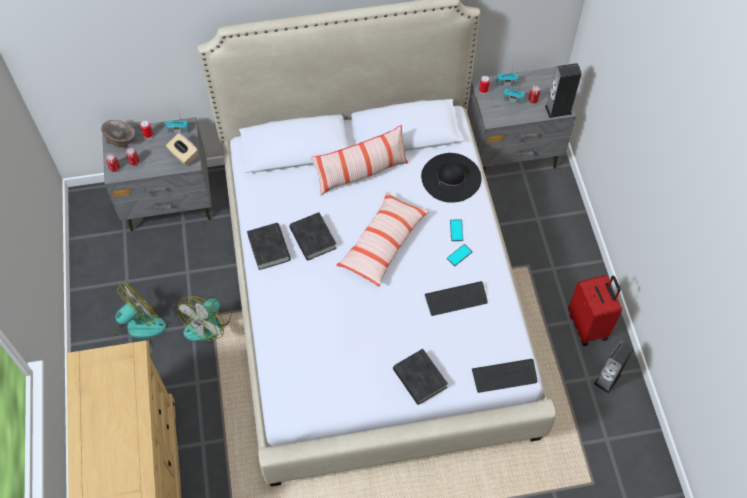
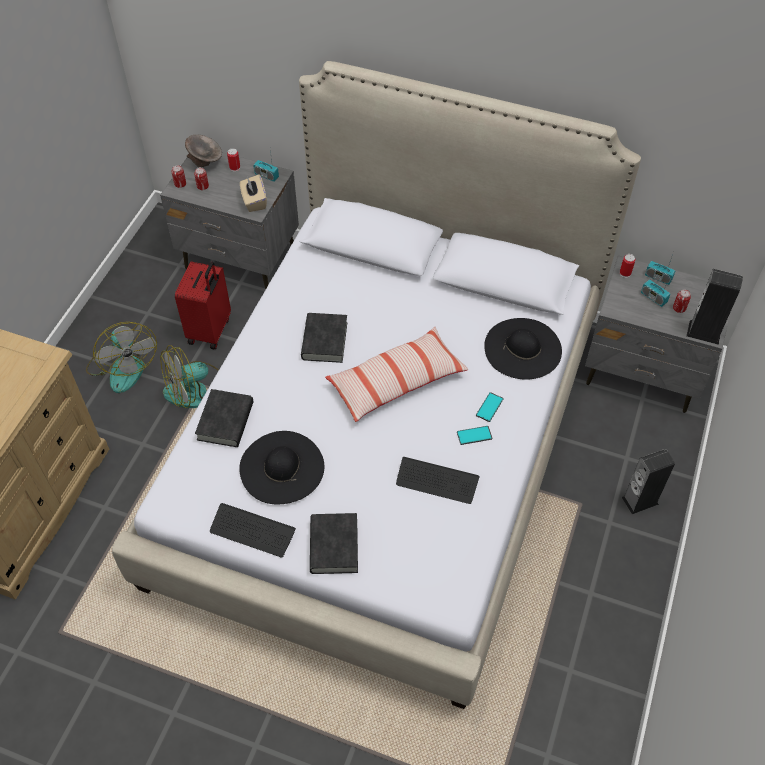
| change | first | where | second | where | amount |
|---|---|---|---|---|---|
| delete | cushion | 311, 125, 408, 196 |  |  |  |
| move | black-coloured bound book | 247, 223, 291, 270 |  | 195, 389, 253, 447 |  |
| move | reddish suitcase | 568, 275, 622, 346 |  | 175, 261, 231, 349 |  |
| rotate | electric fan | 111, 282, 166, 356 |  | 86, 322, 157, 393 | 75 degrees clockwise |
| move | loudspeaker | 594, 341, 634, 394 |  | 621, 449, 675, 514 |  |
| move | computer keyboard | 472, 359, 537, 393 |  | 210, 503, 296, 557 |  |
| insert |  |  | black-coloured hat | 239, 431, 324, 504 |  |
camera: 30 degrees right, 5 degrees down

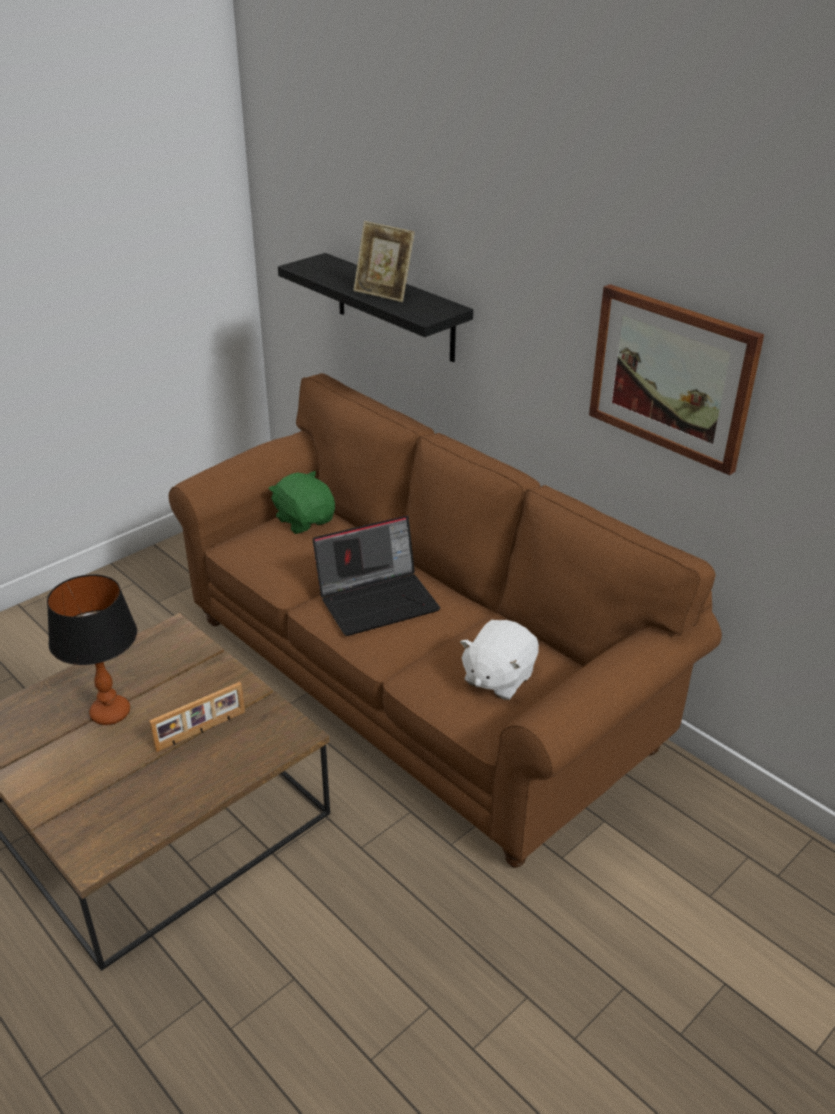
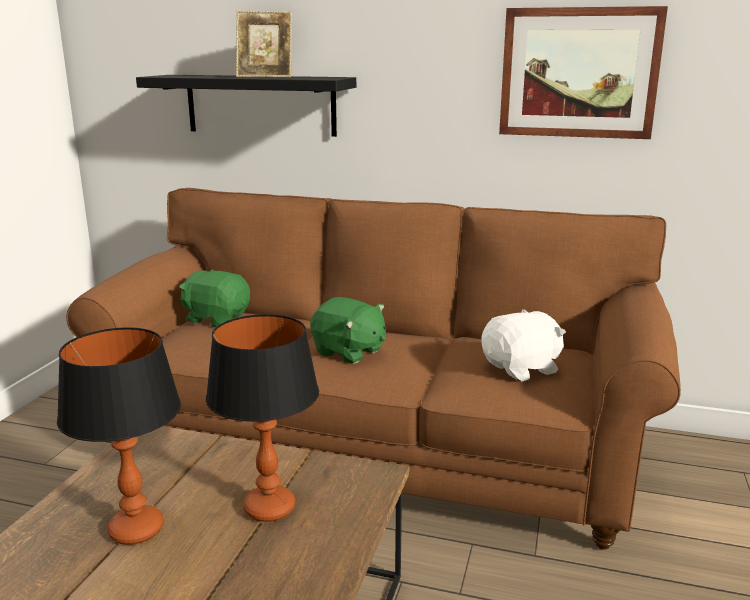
| change | first | where | second | where | amount |
|---|---|---|---|---|---|
| replace | laptop | 312, 515, 440, 636 | green-coloured cuddly toy | 310, 297, 386, 364 |  |
| rotate | white-coloured cuddly toy | 460, 620, 539, 700 |  | 482, 309, 566, 382 | 120 degrees counterclockwise |
| replace | standing frame | 149, 682, 245, 752 | tabletop lamp | 206, 314, 319, 522 |  |
camera: 30 degrees left, 15 degrees down

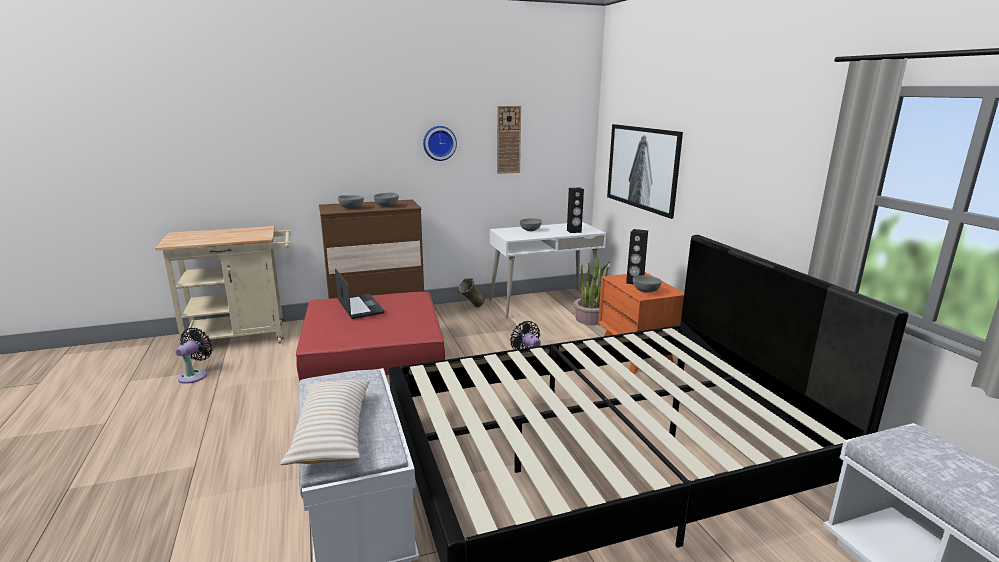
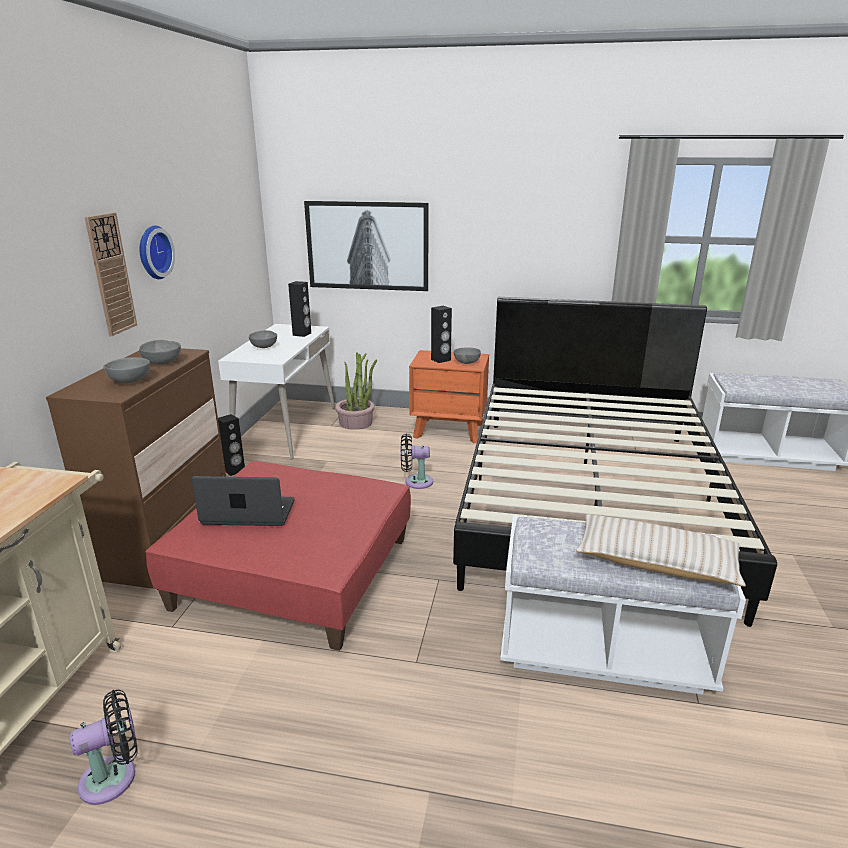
| change | first | where | second | where | amount |
|---|---|---|---|---|---|
| move | wall clock | 497, 106, 521, 174 |  | 85, 212, 137, 336 |  |
| replace | beige decorative vase | 457, 278, 485, 307 | black-coloured loudspeaker | 218, 414, 245, 476 |  |
| rotate | black-coloured electric fan | 175, 328, 213, 384 |  | 70, 690, 138, 805 | 105 degrees clockwise |
camera: 60 degrees left, 5 degrees up

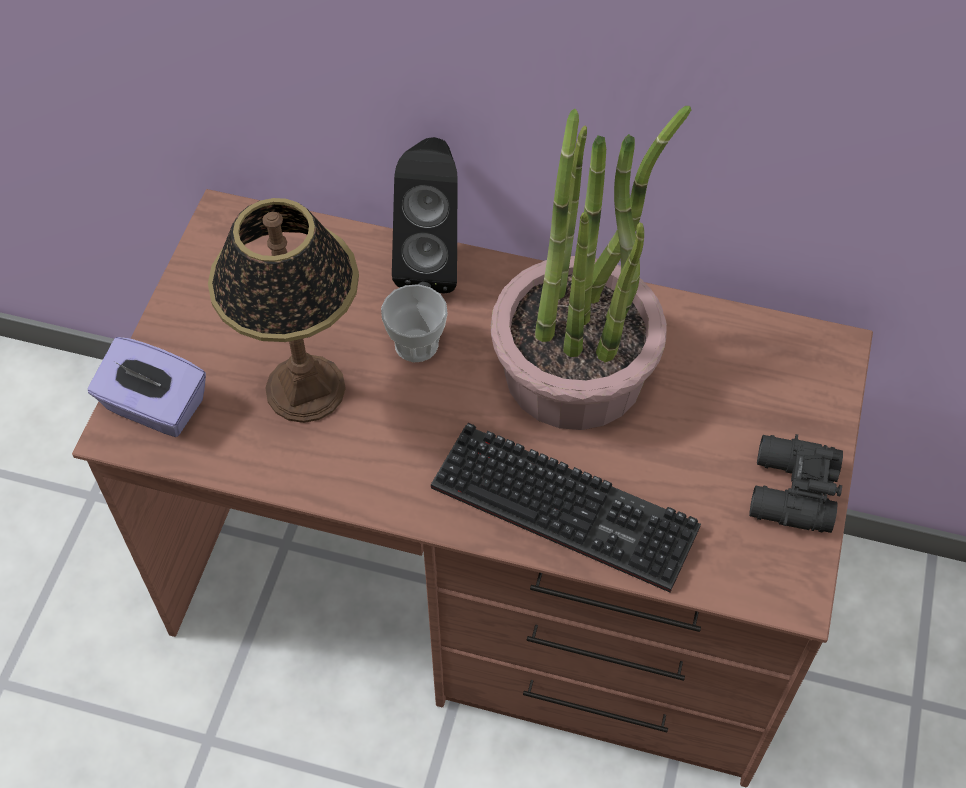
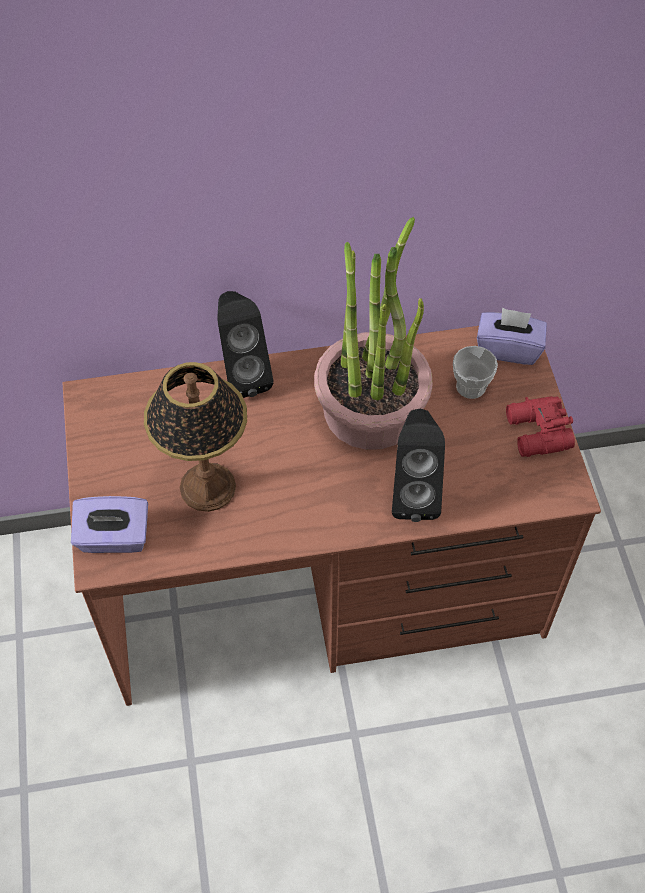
| change | first | where | second | where | amount |
|---|---|---|---|---|---|
| move | drinking cup | 381, 284, 448, 362 |  | 453, 346, 498, 399 |  |
| replace | computer keyboard | 431, 423, 701, 592 | black-coloured loudspeaker | 392, 409, 445, 522 |  |
| recolor | black-coloured binoculars | 749, 434, 843, 533 | reddish binoculars | 506, 396, 575, 457 |  |
| insert |  |  | purple tissue holder | 477, 308, 547, 365 |  |
camera: 25 degrees left, 0 degrees up

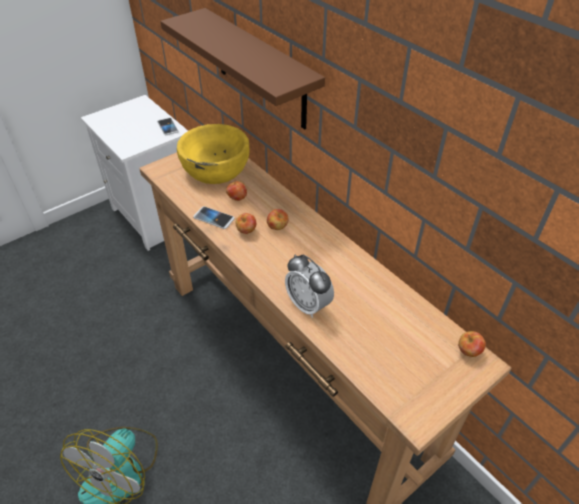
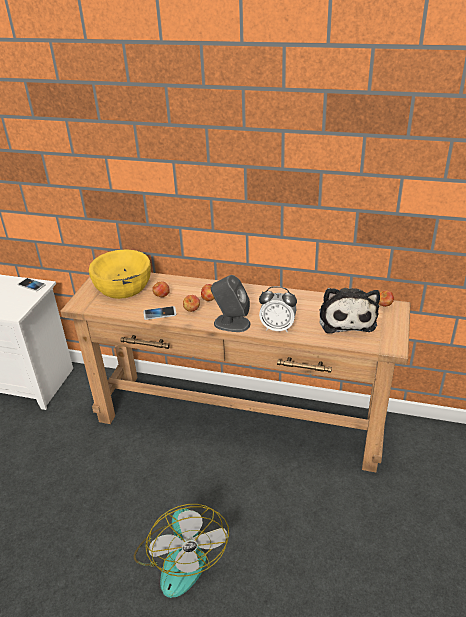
| change | first | where | second | where | amount |
|---|---|---|---|---|---|
| delete | brown-coloured bracket shelf | 160, 8, 325, 129 |  |  |  |
| insert |  |  | gray loudspeaker | 211, 275, 250, 332 |  |
| insert |  |  | cuddly toy | 319, 288, 380, 333 |  |
camera: 35 degrees left, 10 degrees down

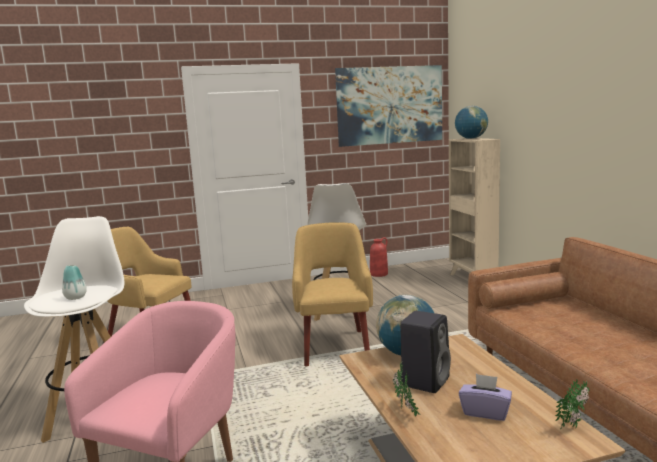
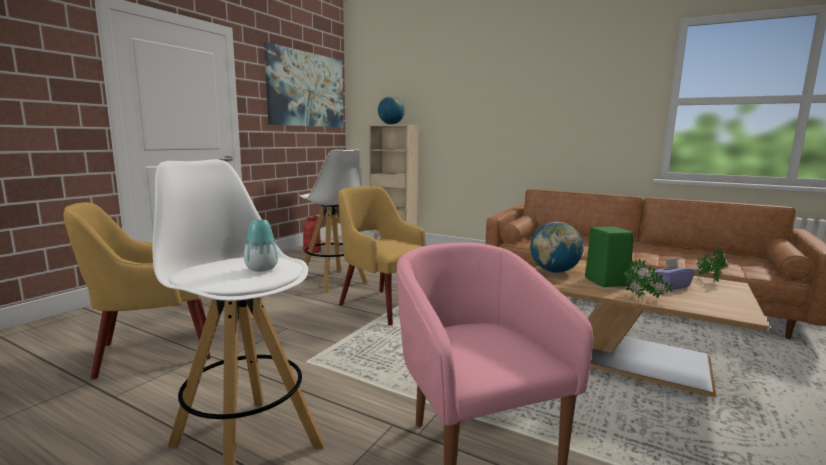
| change | first | where | second | where | amount |
|---|---|---|---|---|---|
| recolor | black-coloured loudspeaker | 400, 311, 451, 393 | green-coloured loudspeaker | 585, 226, 633, 287 |  |
camera: 45 degrees left, 0 degrees up

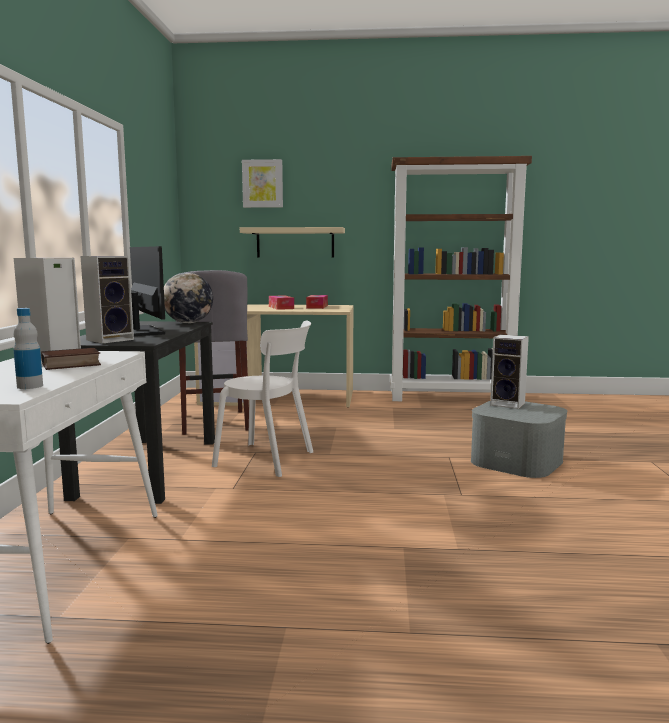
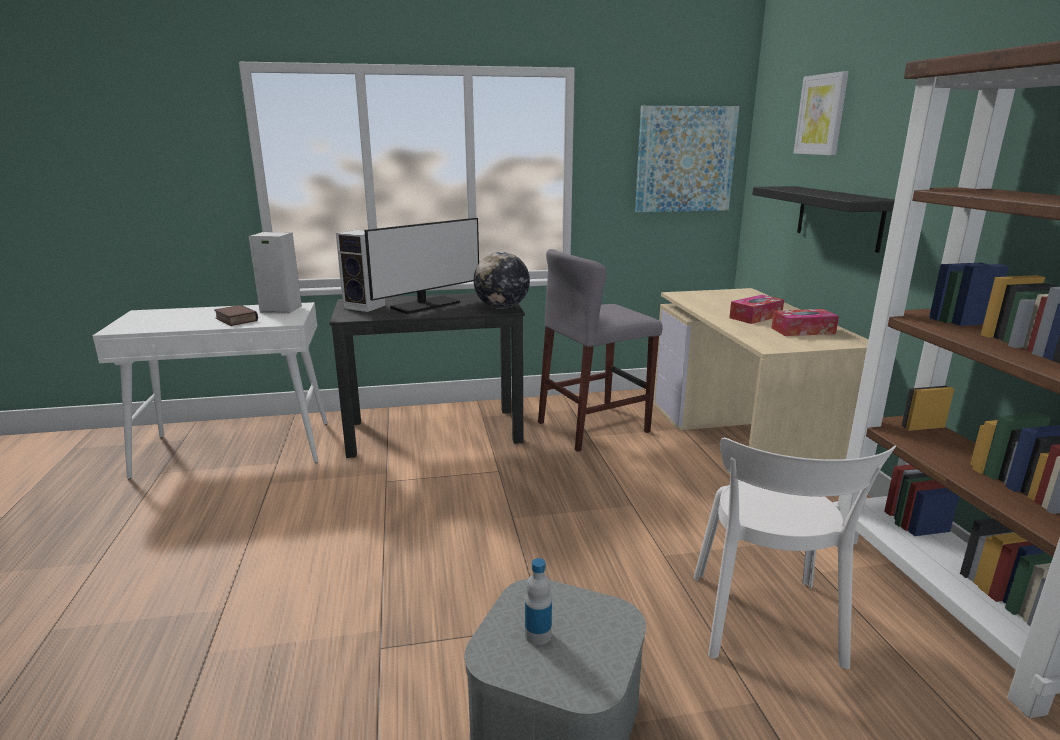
| change | first | where | second | where | amount |
|---|---|---|---|---|---|
| recolor | beige bracket shelf | 240, 227, 345, 258 | black-coloured bracket shelf | 752, 186, 895, 253 |  |
| move | beverage bottle | 13, 308, 43, 389 |  | 525, 558, 552, 645 |  |
| move | white-coloured upright chair | 212, 321, 313, 477 |  | 694, 438, 896, 669 |  |
| delete | loudspeaker | 490, 334, 529, 409 |  |  |  |
| insert |  |  | wall picture | 635, 106, 739, 212 |  |
camera: 75 degrees right, 10 degrees up

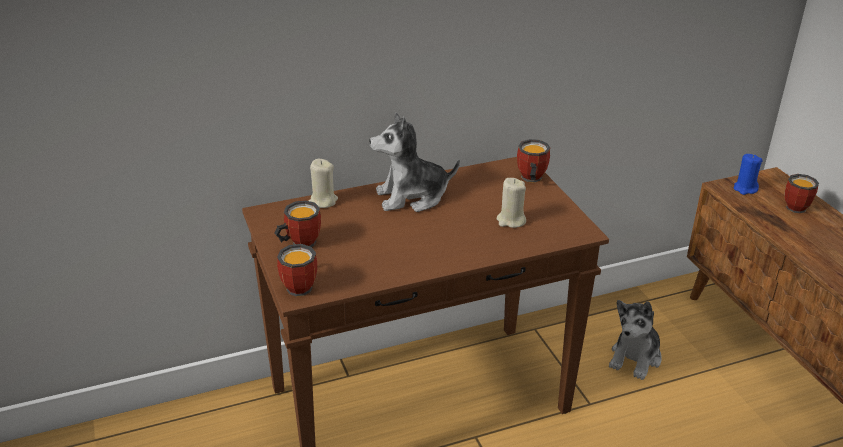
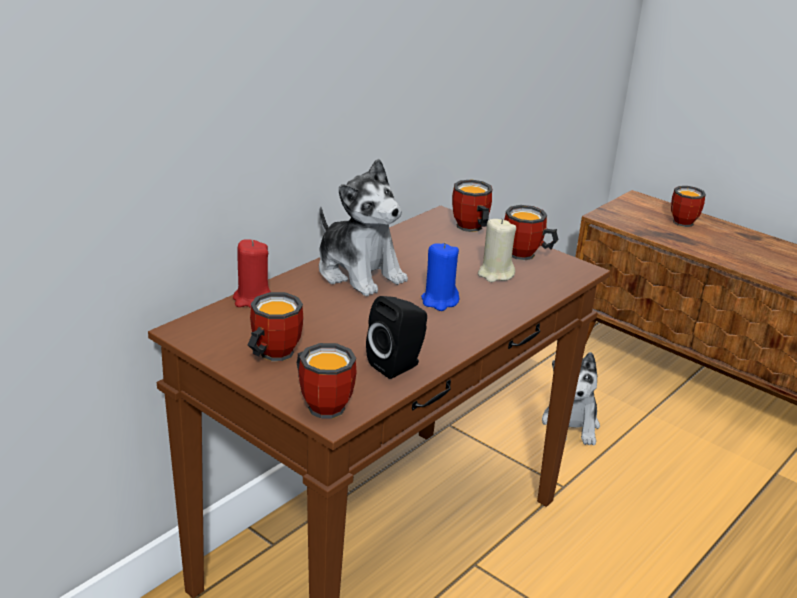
| change | first | where | second | where | amount |
|---|---|---|---|---|---|
| rotate | cuddly toy | 369, 113, 460, 212 |  | 319, 158, 408, 296 | 90 degrees counterclockwise |
| move | blue wax candle | 734, 154, 763, 195 |  | 421, 242, 459, 311 |  |
| recolor | beige wax candle | 309, 159, 338, 208 | reddish wax candle | 233, 240, 271, 308 |  |
| insert |  |  | tea mug | 504, 205, 558, 260 |  |
| insert |  |  | black-coloured loudspeaker | 366, 296, 427, 379 |  |
camera: 30 degrees left, 5 degrees down

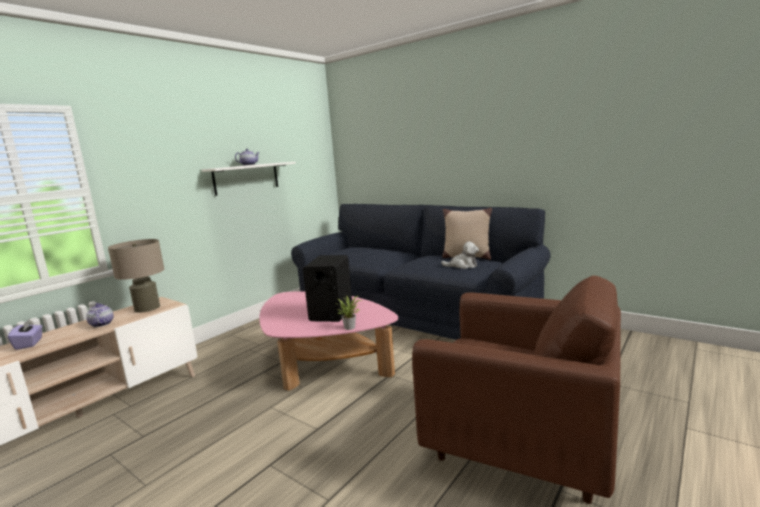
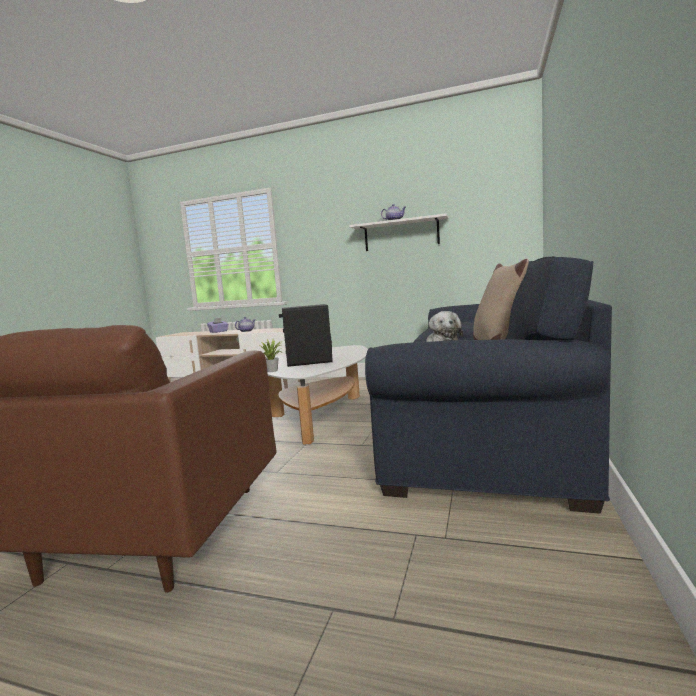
| change | first | where | second | where | amount |
|---|---|---|---|---|---|
| delete | beige tabletop lamp | 108, 239, 164, 313 |  |  |  |
| recolor | pinkish coffee table | 259, 292, 398, 391 | white-coloured coffee table | 267, 345, 368, 444 |  |
camera: 70 degrees right, 5 degrees down

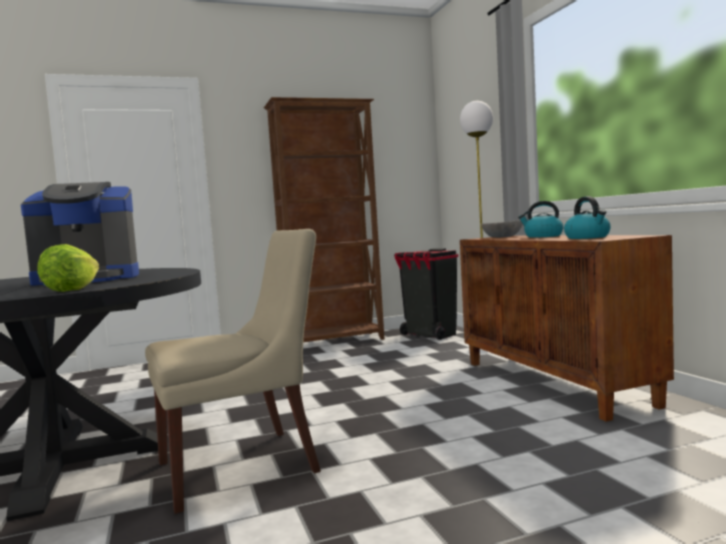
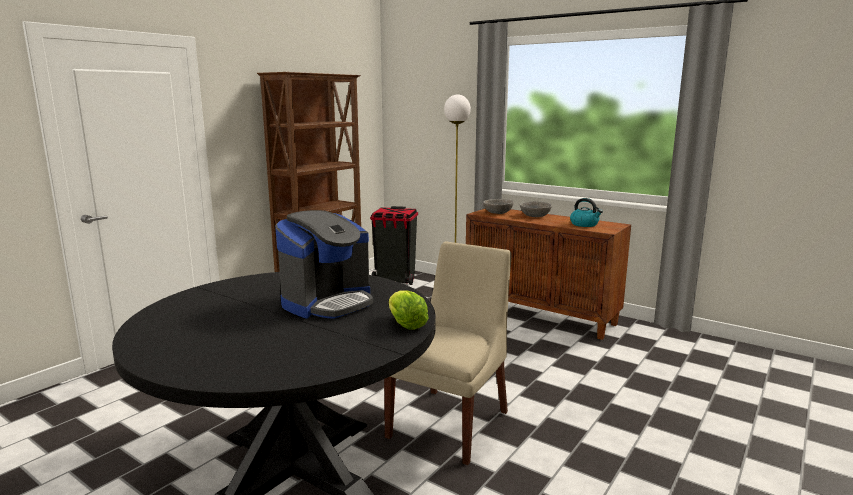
| change | first | where | second | where | amount |
|---|---|---|---|---|---|
| replace | kettle | 518, 201, 563, 238 | gray serving bowl | 520, 201, 552, 217 |  |
camera: 35 degrees left, 10 degrees up

